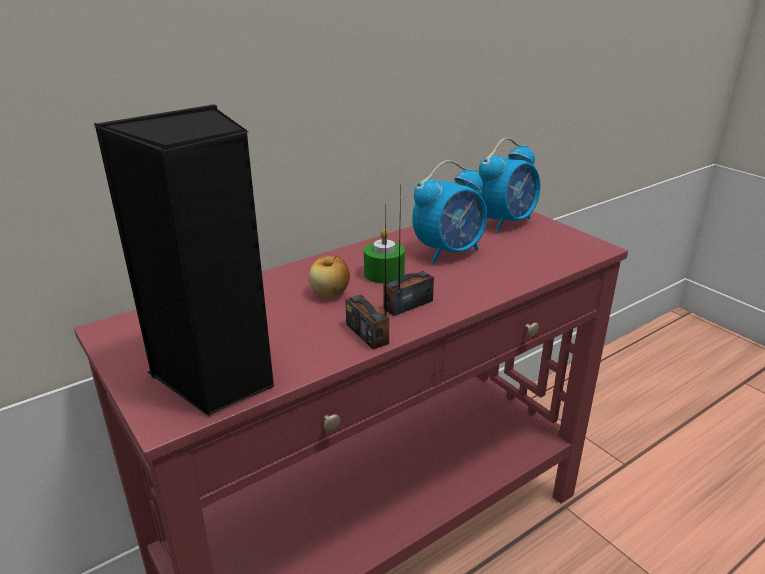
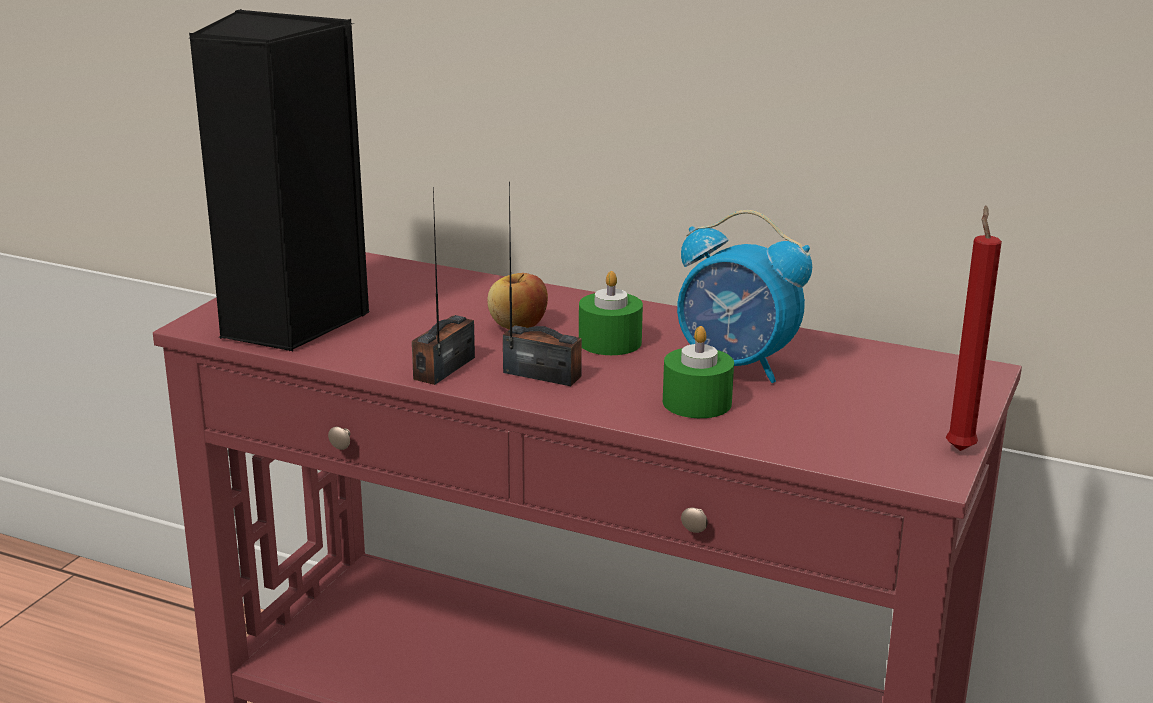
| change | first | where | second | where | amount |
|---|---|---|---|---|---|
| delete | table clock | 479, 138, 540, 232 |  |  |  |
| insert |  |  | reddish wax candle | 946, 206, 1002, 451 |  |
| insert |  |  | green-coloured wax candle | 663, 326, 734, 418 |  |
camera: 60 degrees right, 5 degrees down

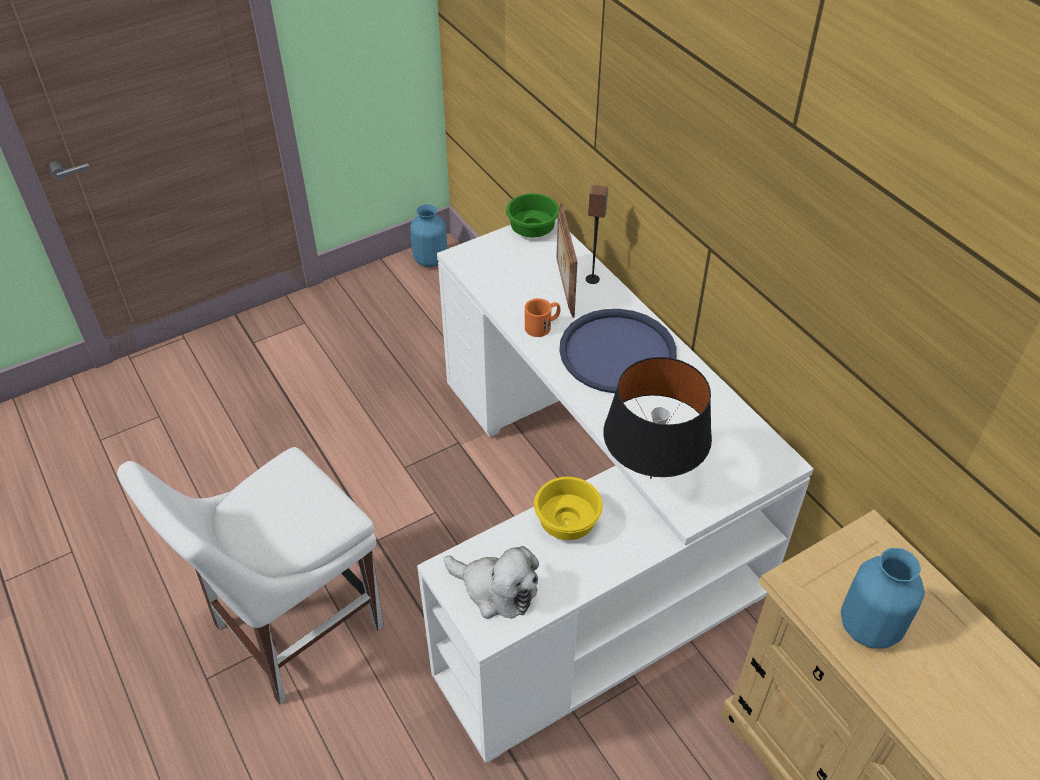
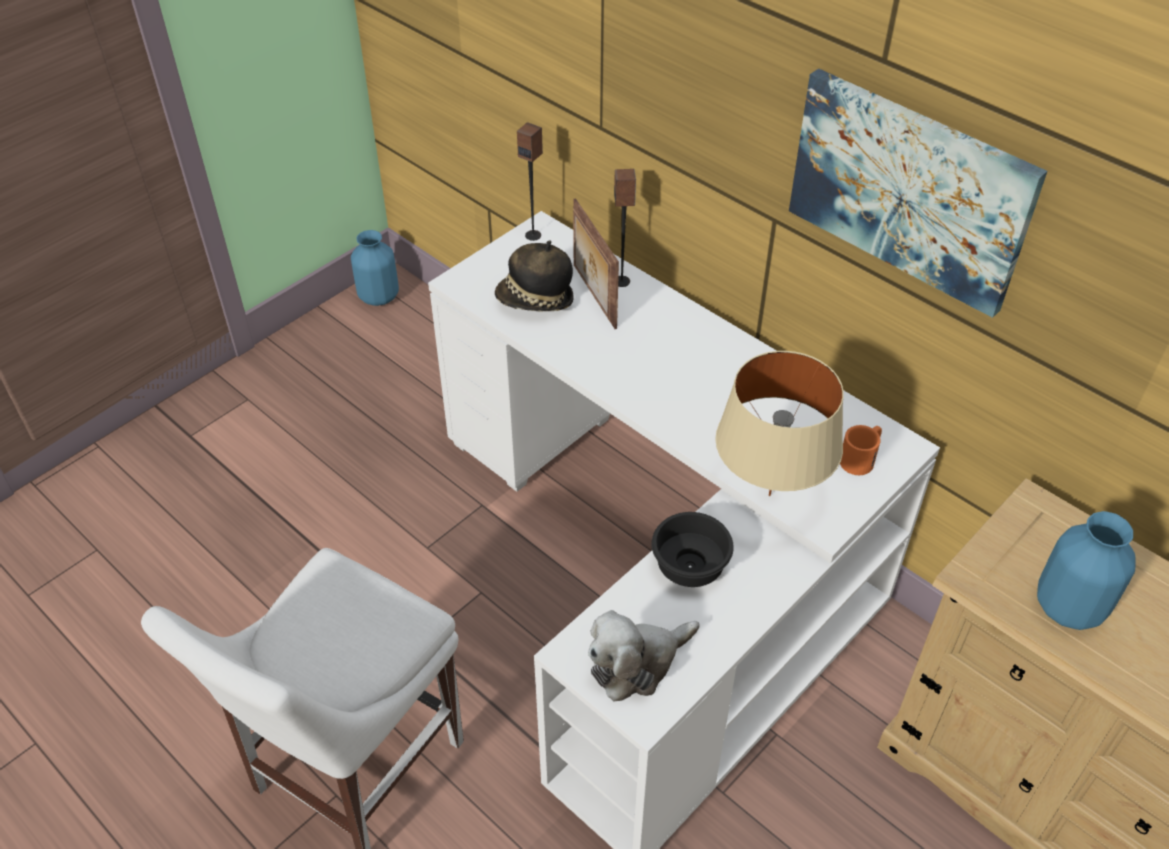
| change | first | where | second | where | amount |
|---|---|---|---|---|---|
| replace | green-coloured serving bowl | 506, 193, 559, 237 | loudspeaker | 517, 122, 543, 241 |  |
| move | orangey tea mug | 525, 298, 561, 337 |  | 840, 425, 882, 475 |  |
| delete | blue tray | 559, 309, 677, 393 |  |  |  |
| recolor | black-coloured tabletop lamp | 603, 357, 712, 479 | beige tabletop lamp | 715, 351, 844, 496 |  |
| recolor | yellow-coloured serving bowl | 534, 477, 603, 540 | black-coloured serving bowl | 651, 512, 734, 587 |  |
| rotate | cuddly toy | 444, 546, 539, 619 |  | 588, 610, 699, 701 | 135 degrees clockwise |
| insert |  |  | wall picture | 789, 69, 1047, 318 |  |
| insert |  |  | hat | 495, 240, 574, 311 |  |
camera: 15 degrees left, 0 degrees up

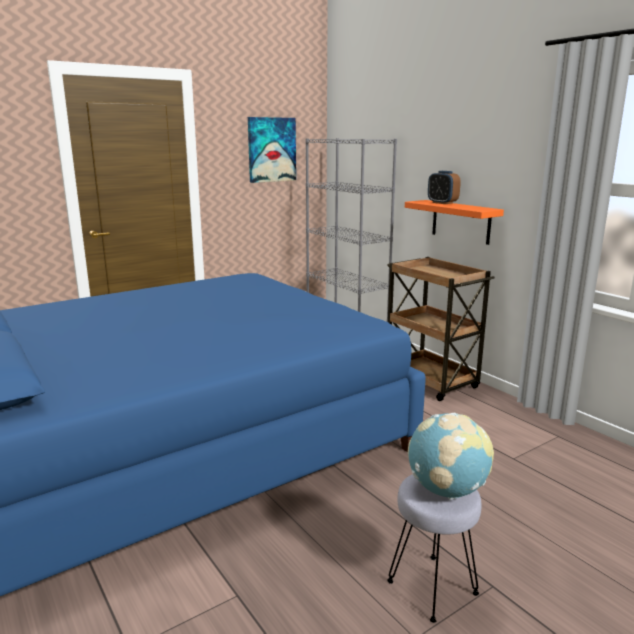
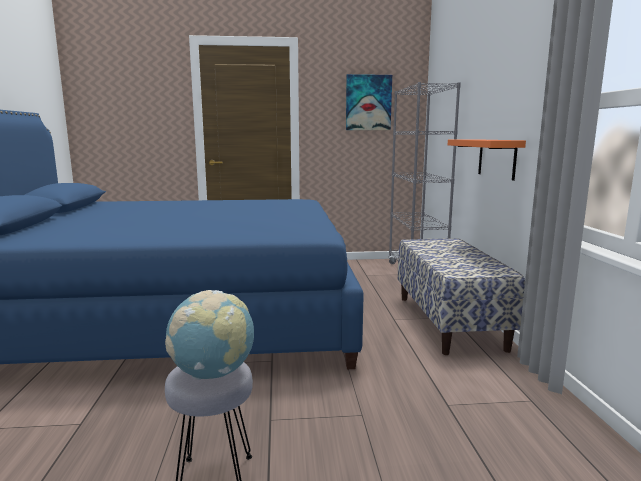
| change | first | where | second | where | amount |
|---|---|---|---|---|---|
| delete | table clock | 428, 171, 461, 204 |  |  |  |
| replace | brown-coloured trolley | 387, 257, 495, 401 | long seat | 398, 238, 525, 355 |  |
camera: 30 degrees right, 5 degrees down

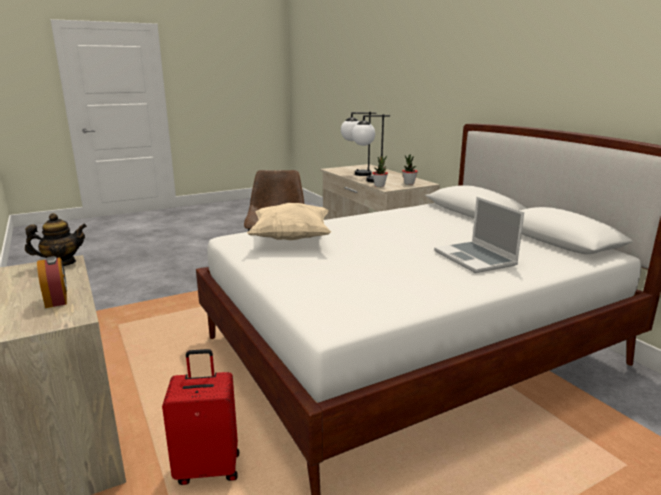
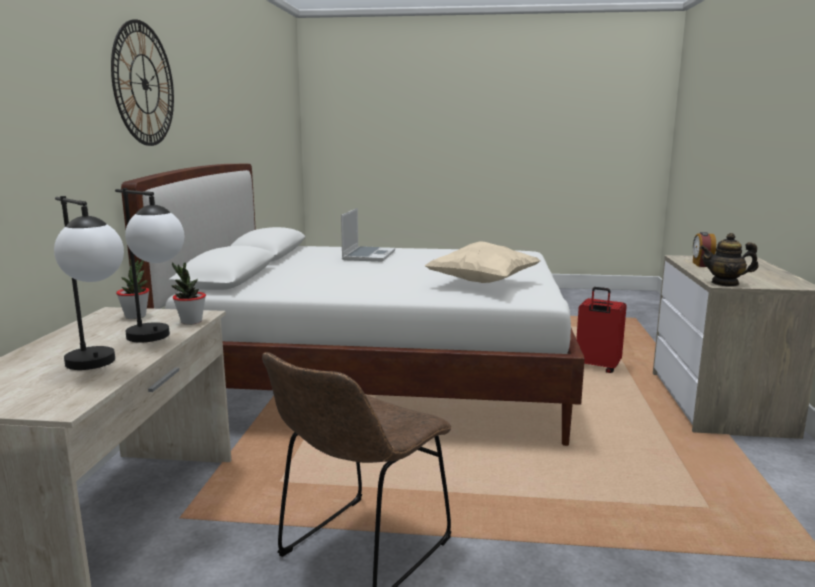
| change | first | where | second | where | amount |
|---|---|---|---|---|---|
| insert |  |  | wall clock | 111, 19, 174, 146 |  |
camera: 145 degrees left, 5 degrees down

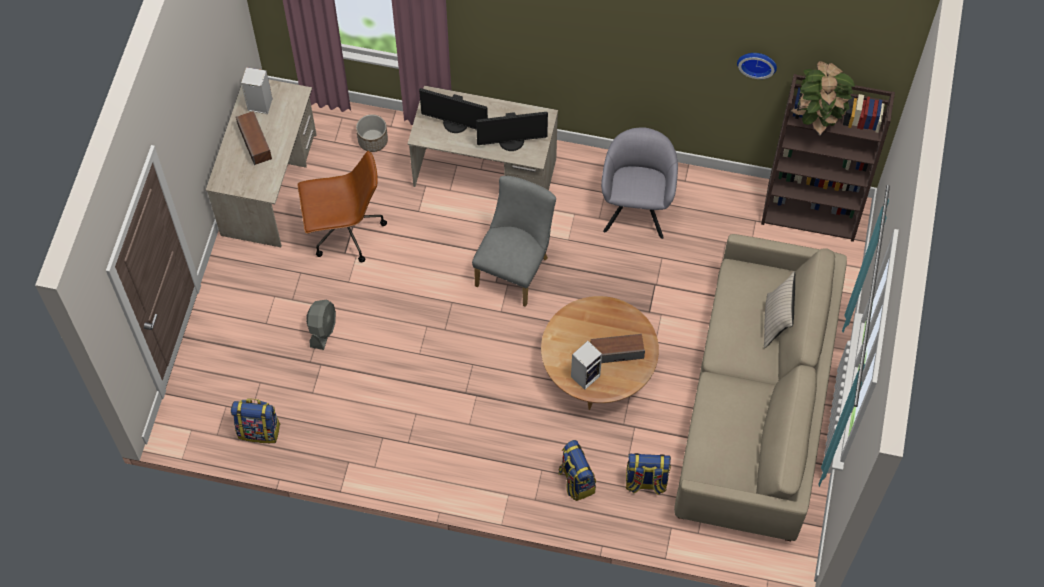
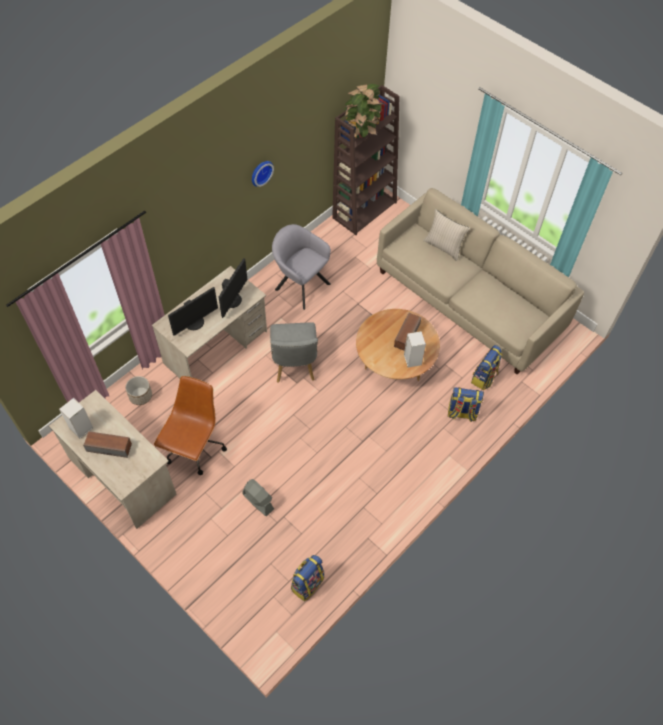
| change | first | where | second | where | amount |
|---|---|---|---|---|---|
| move | wall clock | 737, 53, 777, 79 |  | 252, 161, 274, 187 |  |
| rotate | gray upright chair | 472, 176, 556, 307 |  | 270, 322, 318, 383 | 150 degrees counterclockwise |
camera: 60 degrees left, 5 degrees down

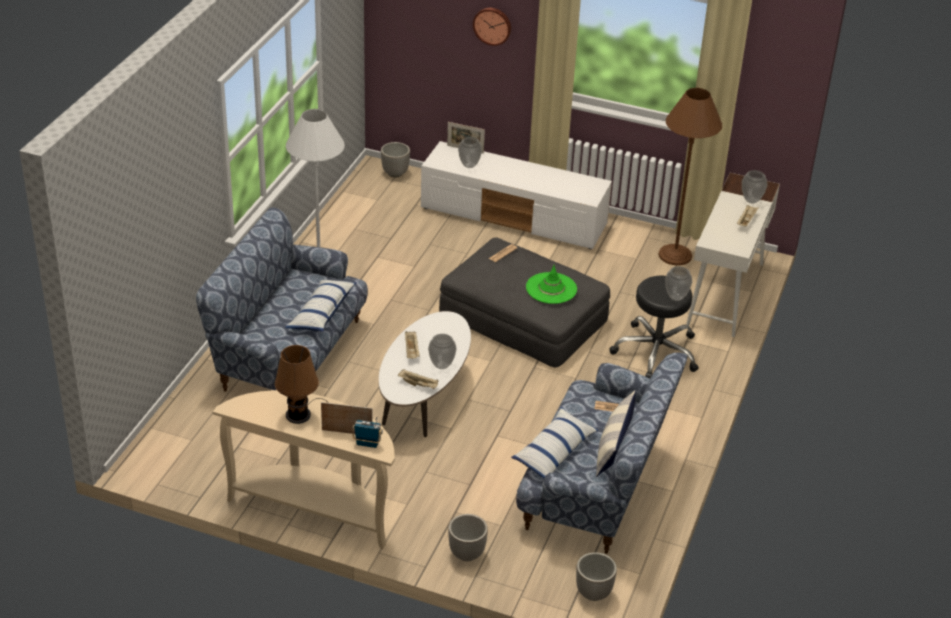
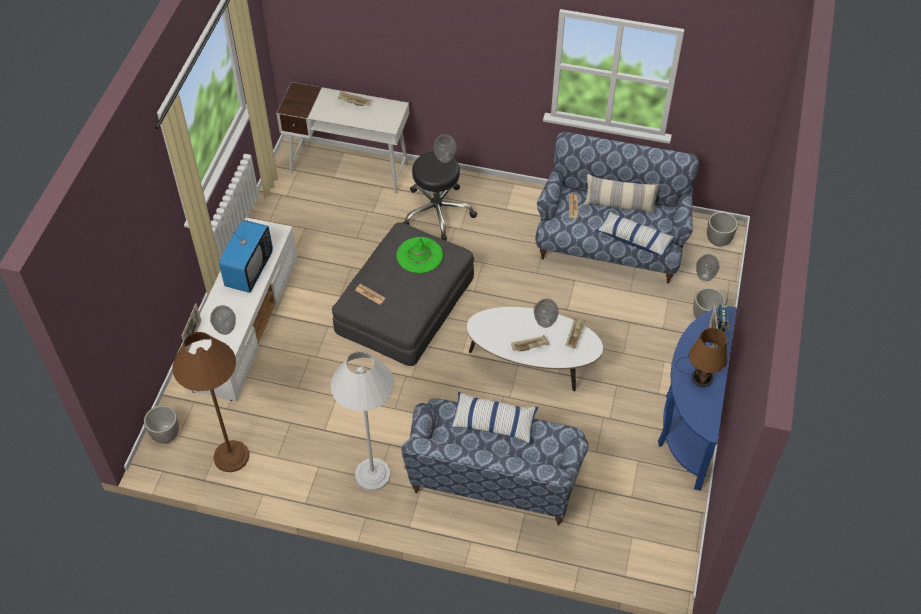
| change | first | where | second | where | amount |
|---|---|---|---|---|---|
| delete | wall clock | 473, 8, 511, 46 |  |  |  |
| move | brown-coloured standard lamp | 659, 88, 722, 265 |  | 172, 332, 249, 472 |  |
| move | decorative vase | 742, 170, 767, 204 |  | 696, 254, 719, 281 |  |
| recolor | beige console table | 213, 391, 395, 549 | blue console table | 658, 306, 737, 491 |  |
| insert |  |  | television | 219, 213, 273, 293 |  |
camera: 95 degrees left, 15 degrees up

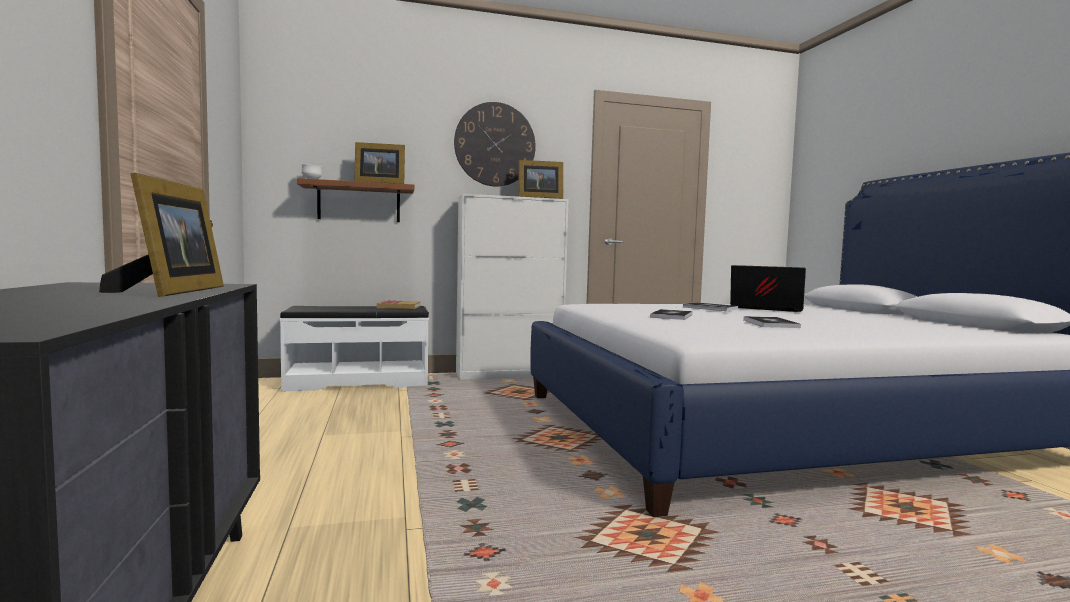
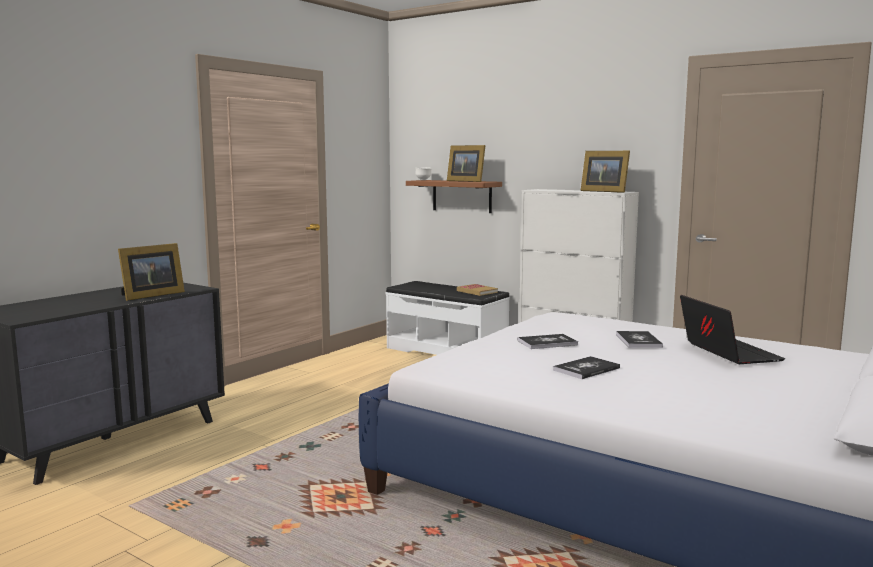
| change | first | where | second | where | amount |
|---|---|---|---|---|---|
| delete | wall clock | 454, 102, 536, 187 |  |  |  |
camera: 50 degrees right, 5 degrees up

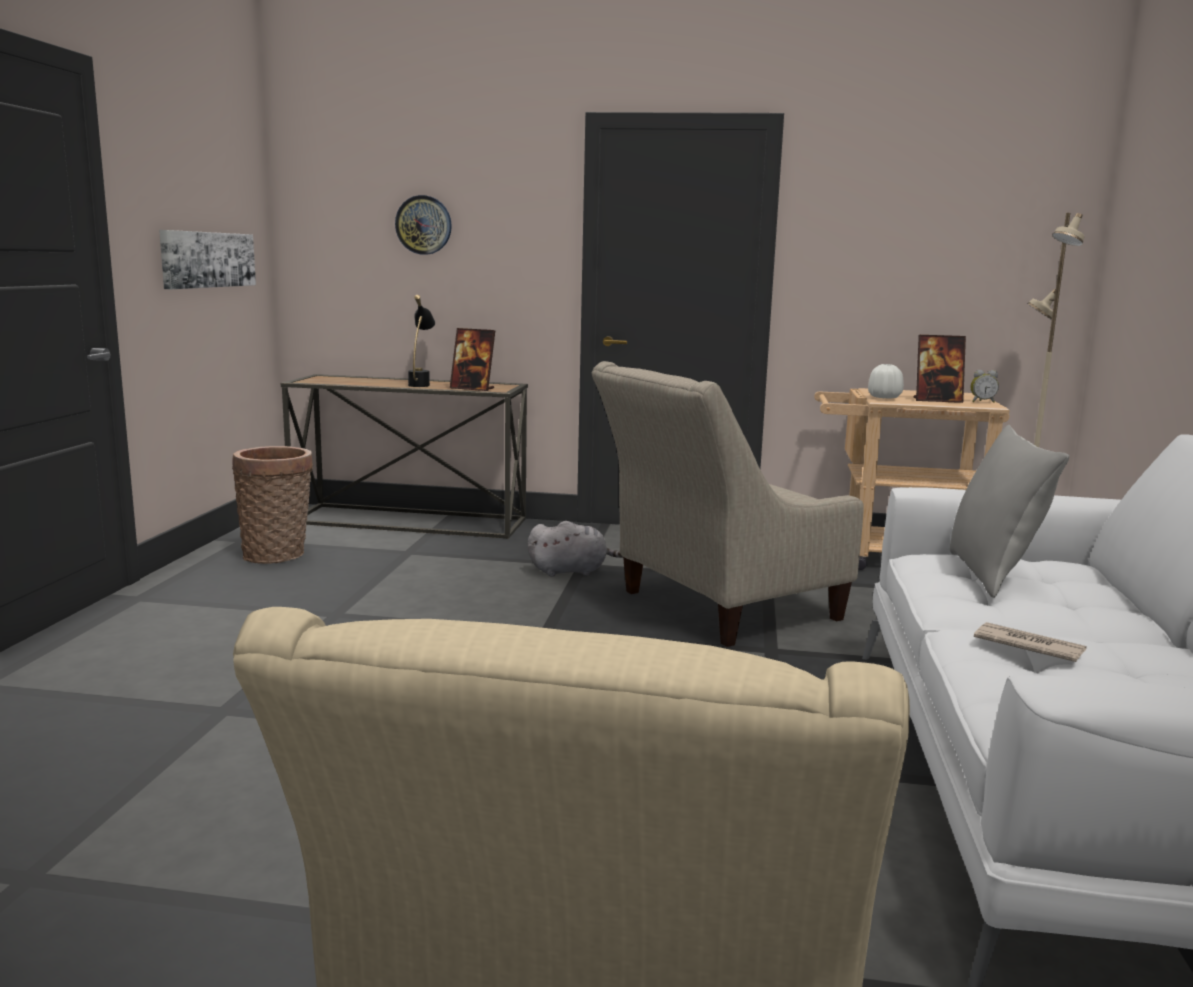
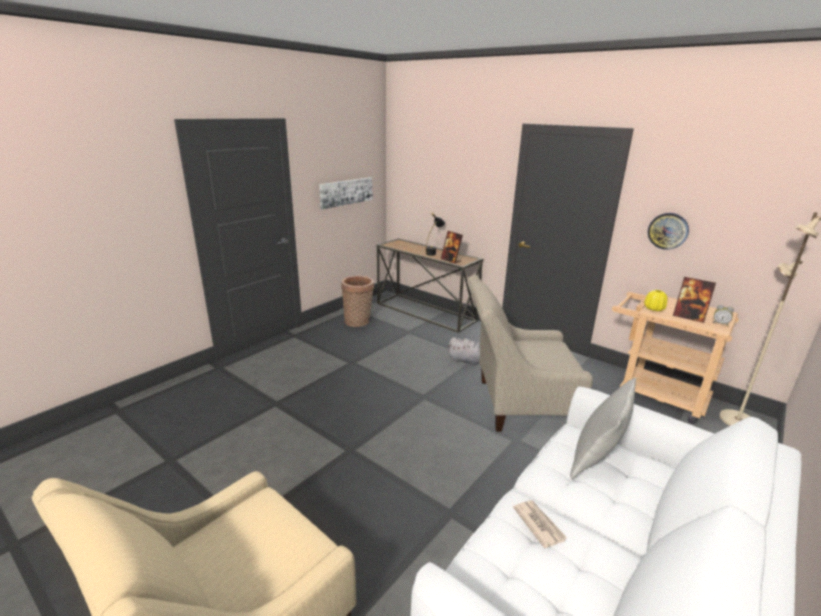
| change | first | where | second | where | amount |
|---|---|---|---|---|---|
| move | wall clock | 395, 195, 452, 255 |  | 647, 213, 689, 250 |  |
| recolor | white-coloured decorative vase | 868, 364, 904, 399 | yellow-coloured decorative vase | 644, 290, 667, 311 |  |
camera: 30 degrees right, 10 degrees up

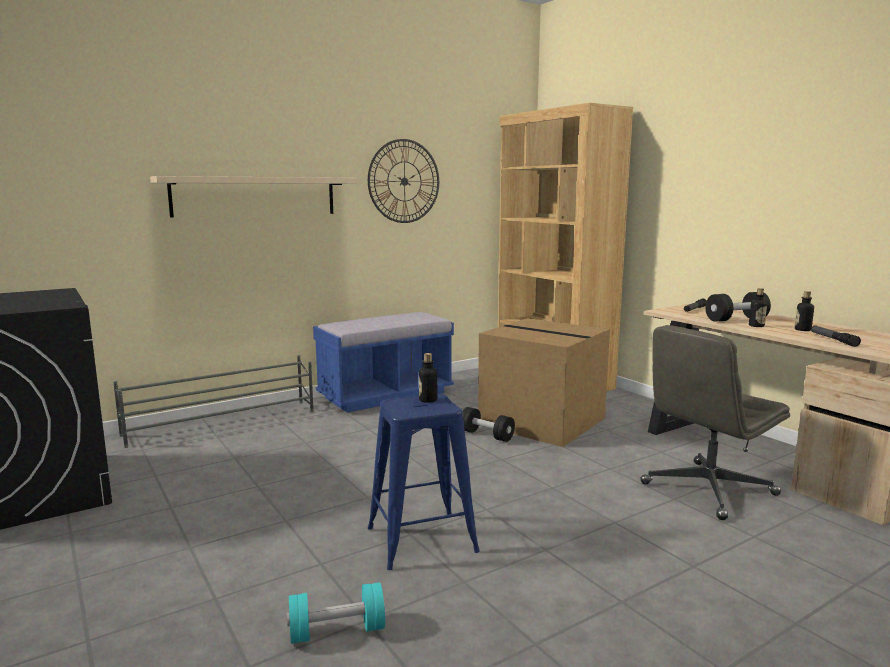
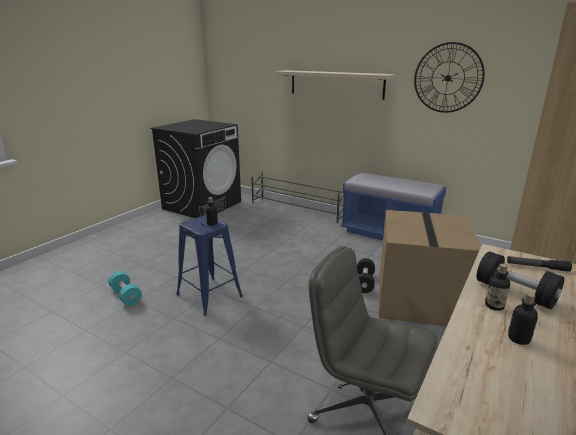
| change | first | where | second | where | amount |
|---|---|---|---|---|---|
| delete | torch | 811, 325, 861, 347 |  |  |  |
camera: 65 degrees right, 10 degrees up

